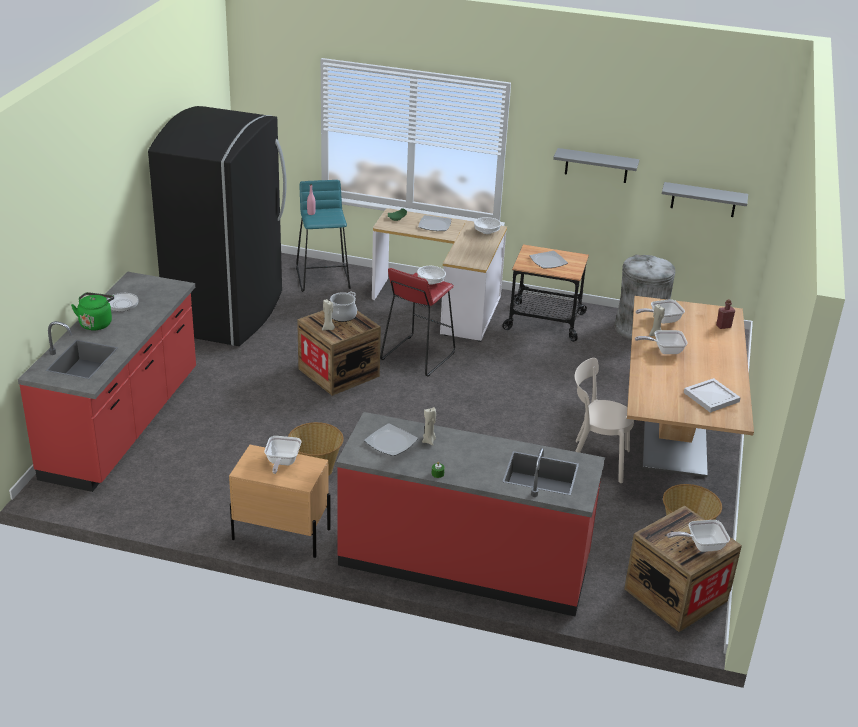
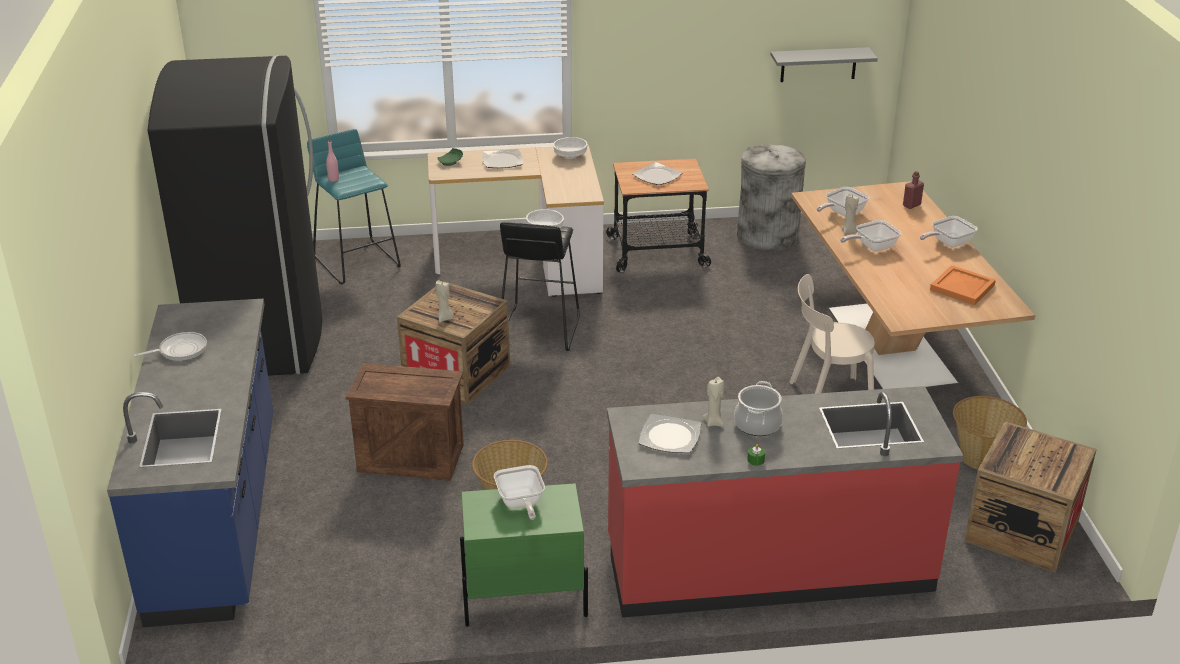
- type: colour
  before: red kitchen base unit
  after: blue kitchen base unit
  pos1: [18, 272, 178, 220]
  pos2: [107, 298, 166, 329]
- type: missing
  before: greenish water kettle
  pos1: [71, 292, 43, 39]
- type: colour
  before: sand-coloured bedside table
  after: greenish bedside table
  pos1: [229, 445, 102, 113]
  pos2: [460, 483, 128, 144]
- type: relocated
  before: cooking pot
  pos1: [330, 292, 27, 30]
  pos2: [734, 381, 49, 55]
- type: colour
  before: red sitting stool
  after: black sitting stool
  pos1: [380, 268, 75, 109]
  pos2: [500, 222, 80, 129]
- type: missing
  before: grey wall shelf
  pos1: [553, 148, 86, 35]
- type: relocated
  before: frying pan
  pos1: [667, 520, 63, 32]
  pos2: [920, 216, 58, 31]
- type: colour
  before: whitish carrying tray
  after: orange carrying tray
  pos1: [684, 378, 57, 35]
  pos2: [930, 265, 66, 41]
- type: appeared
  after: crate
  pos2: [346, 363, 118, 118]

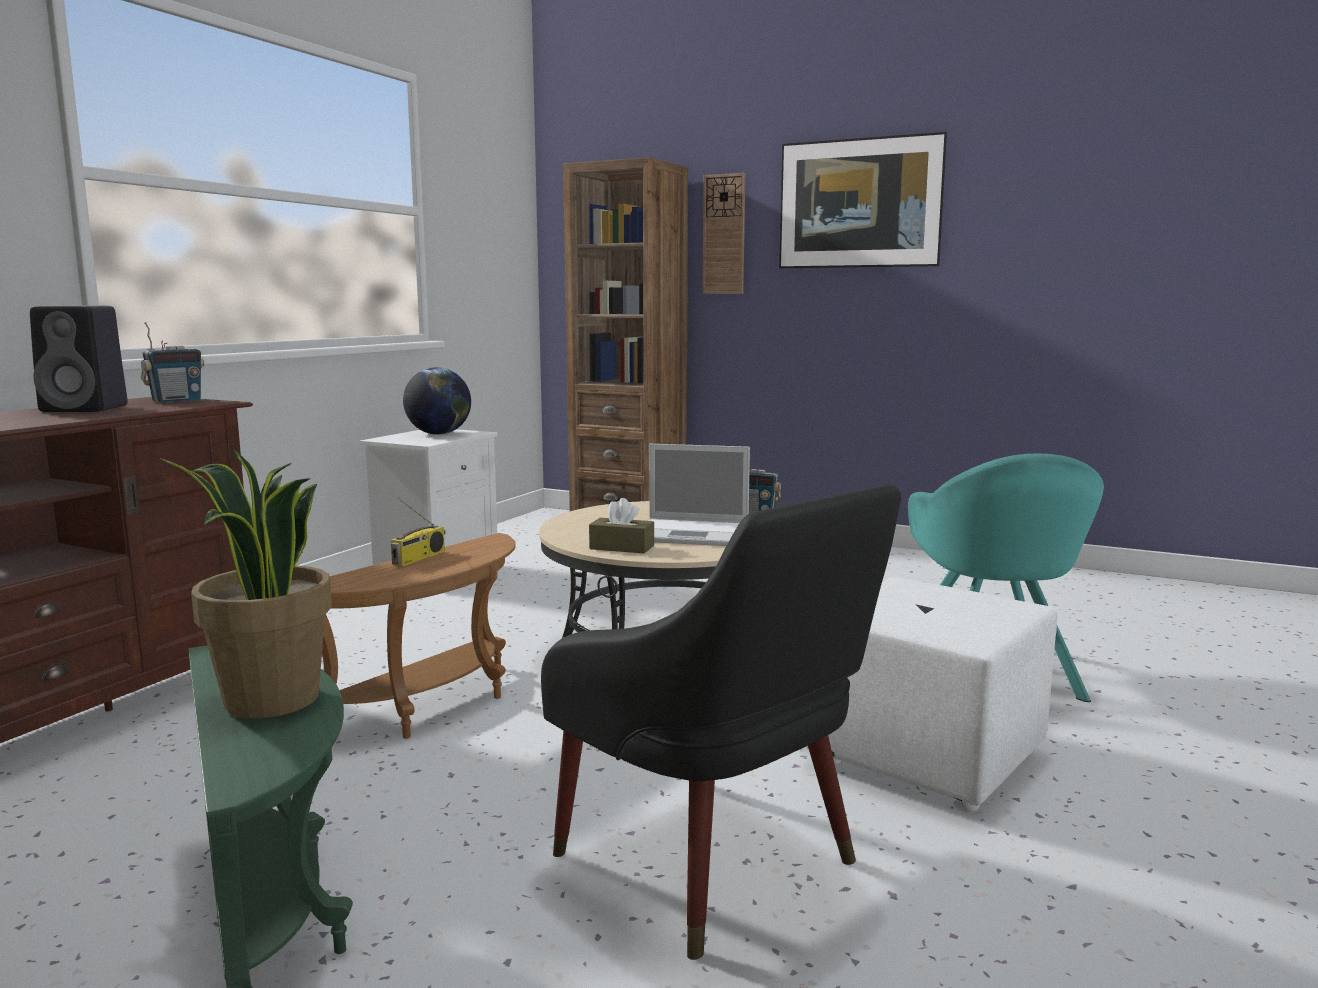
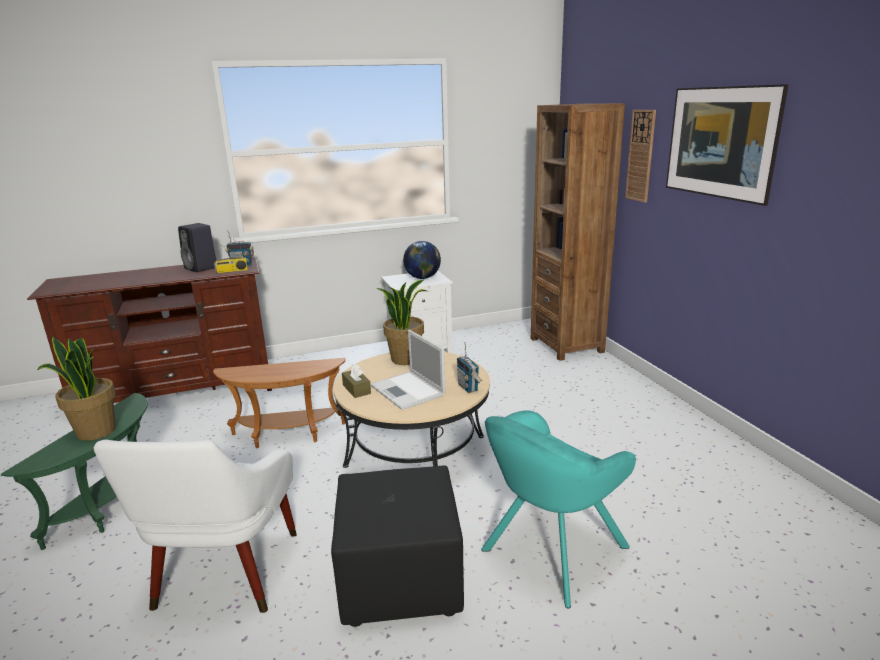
- type: relocated
  before: radio set
  pos1: [391, 498, 54, 69]
  pos2: [214, 247, 34, 26]
- type: colour
  before: black easy chair
  after: whitish easy chair
  pos1: [541, 484, 360, 476]
  pos2: [94, 439, 203, 174]
- type: colour
  before: whitish footrest
  after: black footrest
  pos1: [806, 577, 252, 235]
  pos2: [331, 466, 133, 161]
- type: appeared
  after: potted plant
  pos2: [377, 279, 50, 86]

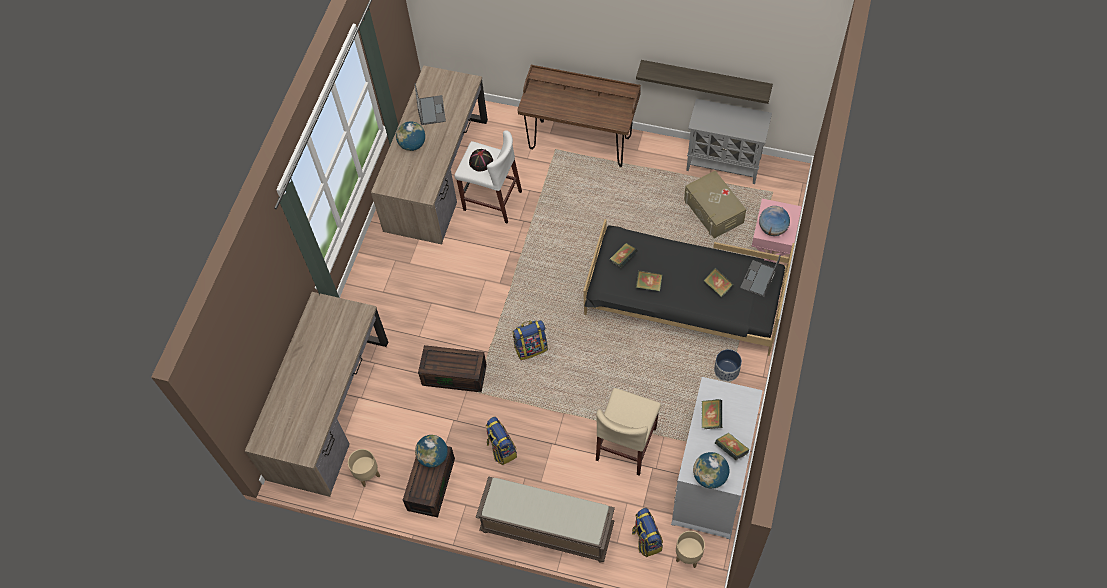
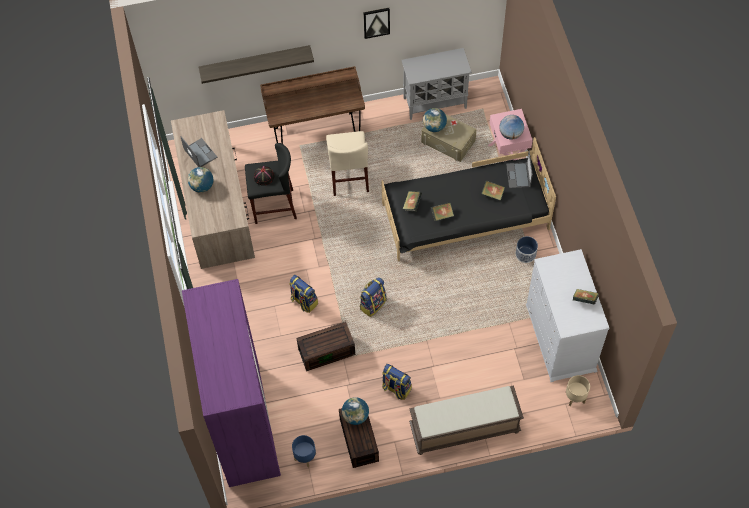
- type: exchanged
  before: brown-coloured desk table
  after: purple armoire
  pos1: [245, 292, 143, 205]
  pos2: [182, 279, 99, 208]
- type: colour
  before: sand-coloured plant pot
  after: blue plant pot
  pos1: [348, 449, 32, 38]
  pos2: [292, 435, 24, 32]
- type: colour
  before: whitish sitting stool
  after: black sitting stool
  pos1: [454, 130, 68, 93]
  pos2: [245, 143, 52, 81]
- type: relocated
  before: sand-coloured upright chair
  pos1: [596, 388, 65, 88]
  pos2: [326, 131, 43, 65]
- type: relocated
  before: rucksack
  pos1: [632, 508, 31, 49]
  pos2: [289, 275, 29, 38]
- type: relocated
  before: wall shelf
  pos1: [636, 60, 137, 44]
  pos2: [199, 45, 115, 39]
- type: relocated
  before: globe
  pos1: [693, 452, 36, 37]
  pos2: [423, 108, 24, 24]
- type: missing
  before: book
  pos1: [702, 399, 20, 30]
- type: appeared
  after: picture
  pos2: [363, 8, 27, 31]

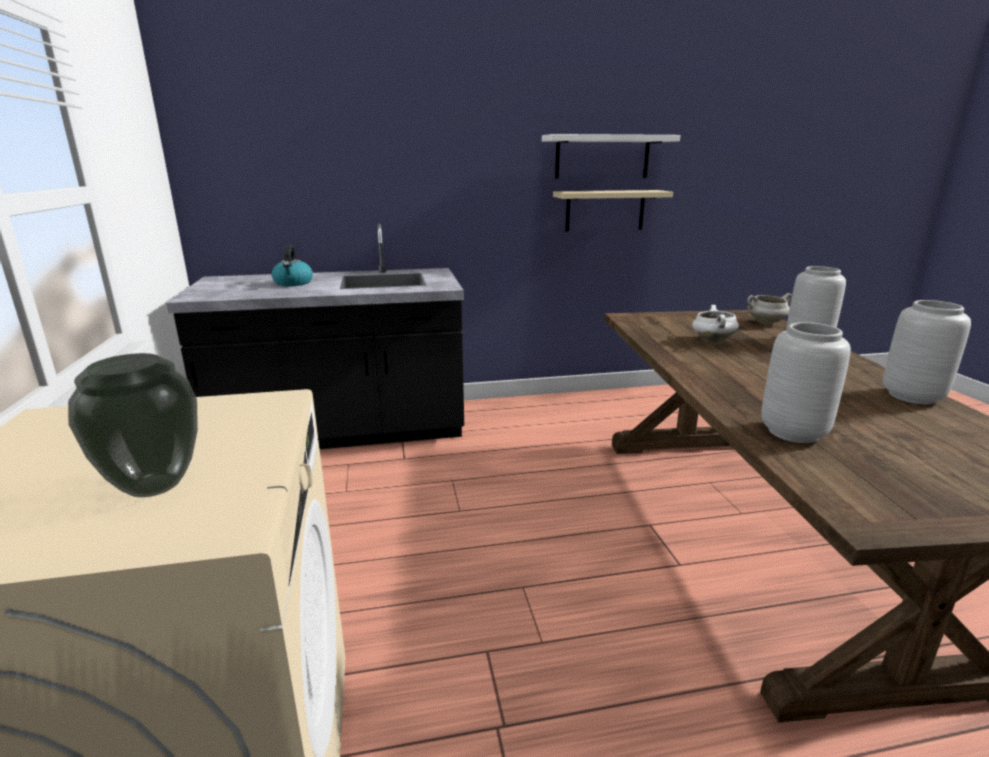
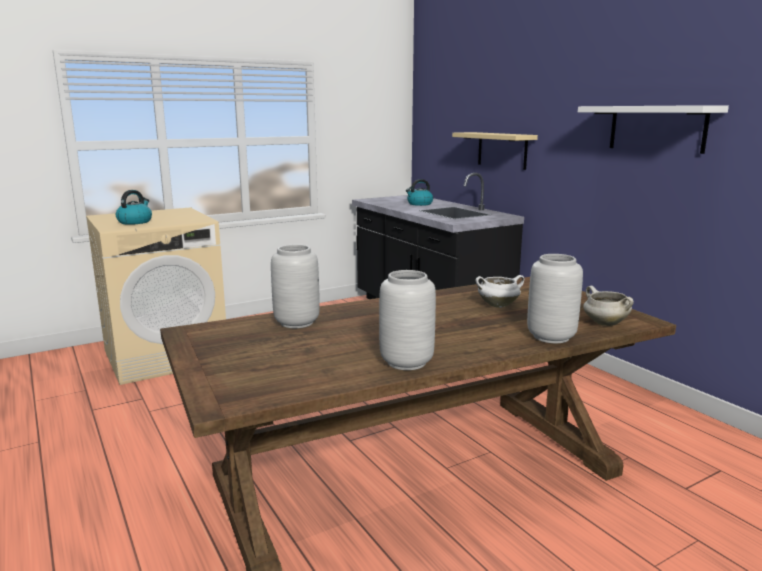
- type: exchanged
  before: vase
  after: water kettle
  pos1: [68, 353, 130, 144]
  pos2: [116, 190, 36, 35]
- type: relocated
  before: sand-coloured wall shelf
  pos1: [553, 190, 120, 41]
  pos2: [452, 132, 86, 38]

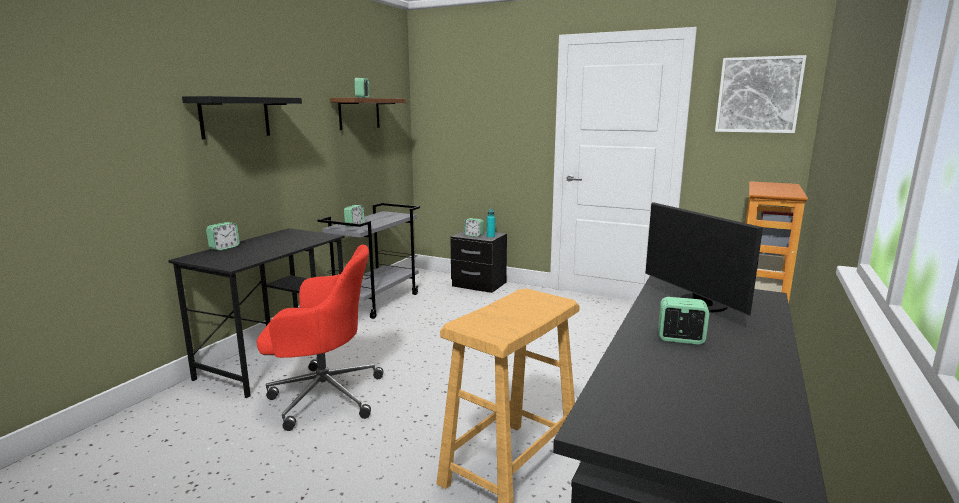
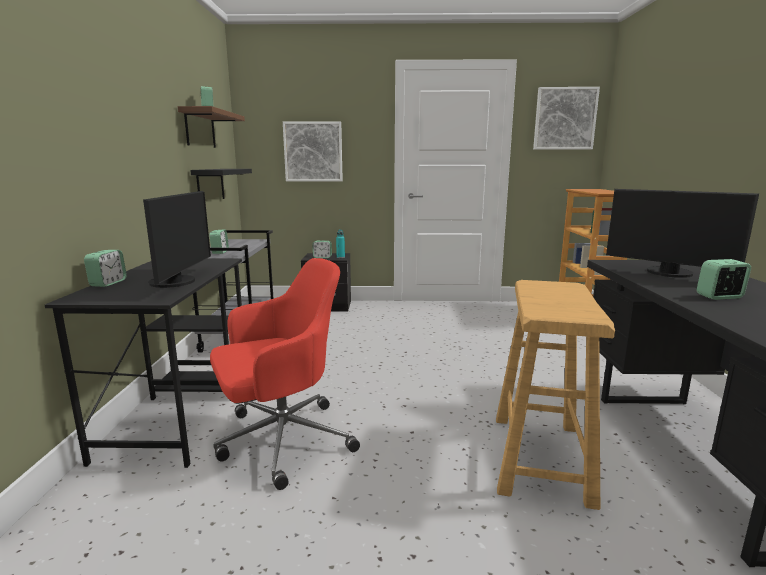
- type: relocated
  before: black wall shelf
  pos1: [182, 96, 120, 44]
  pos2: [190, 169, 62, 30]
- type: appeared
  after: monitor
  pos2: [143, 191, 68, 97]
- type: appeared
  after: picture
  pos2: [283, 122, 60, 59]

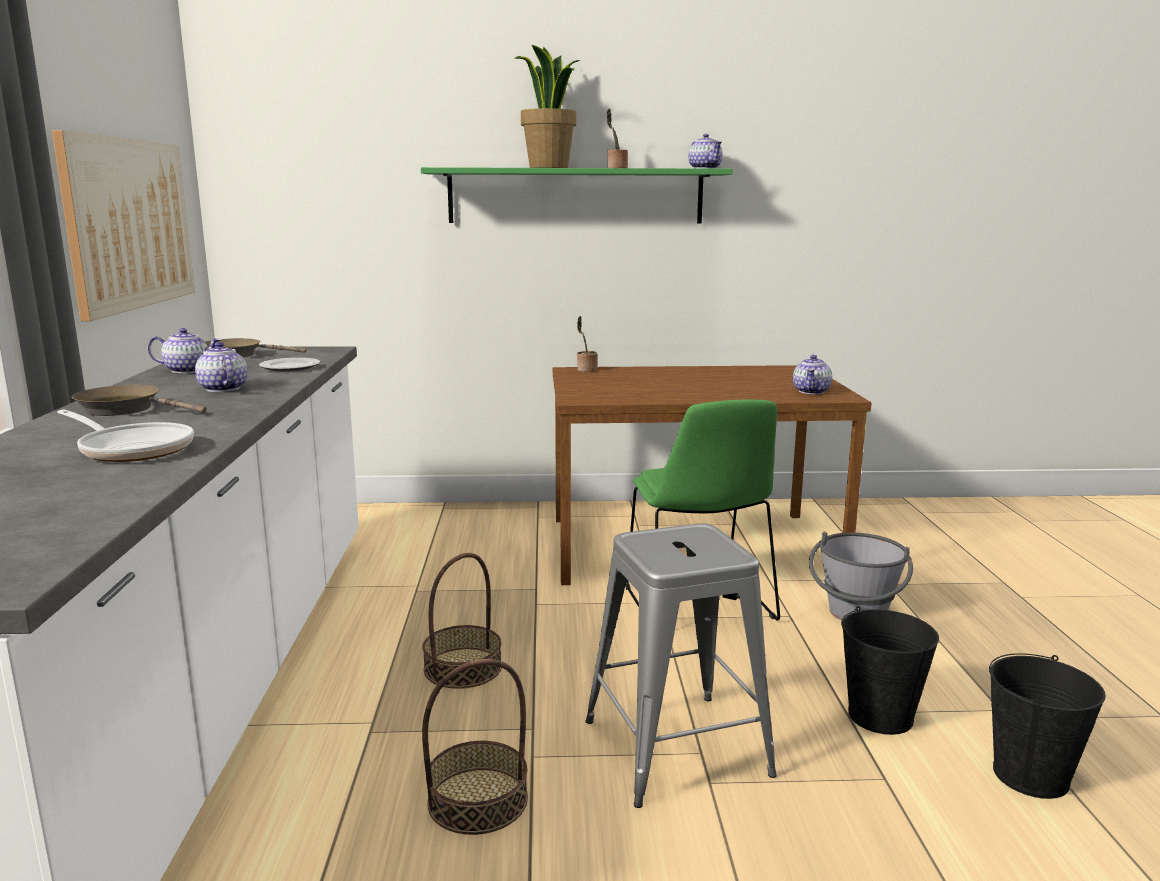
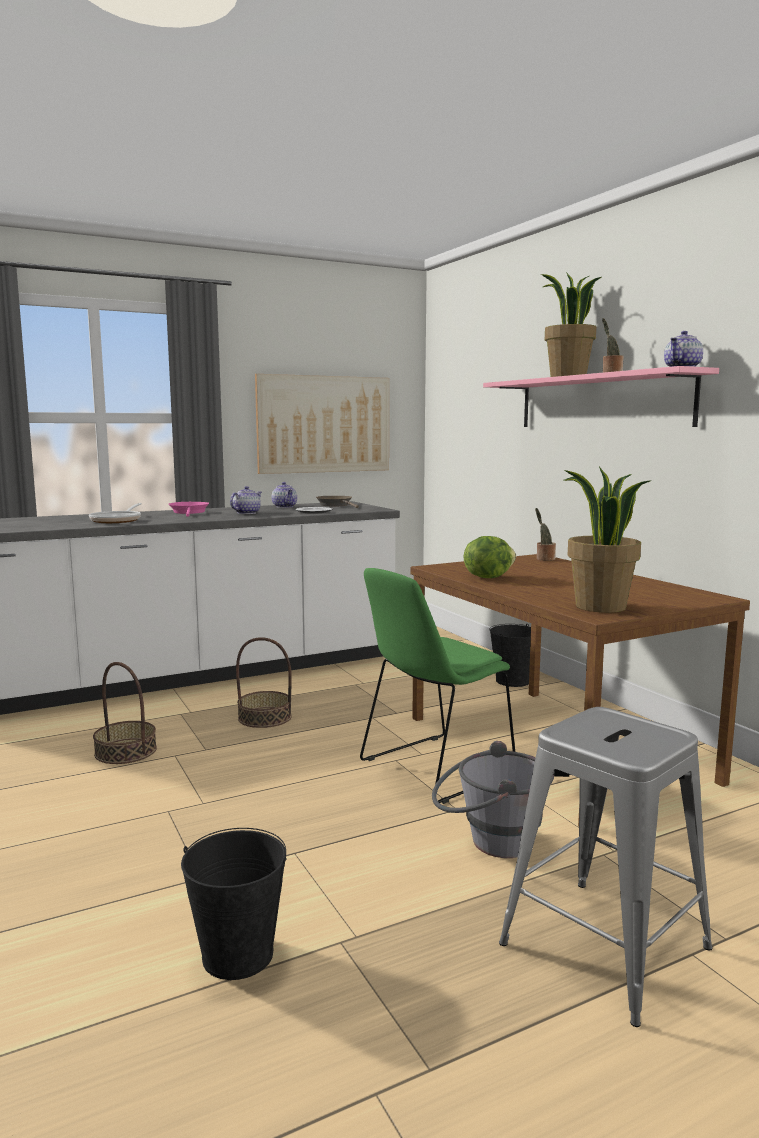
- type: colour
  before: brown-coloured frying pan
  after: pink-coloured frying pan
  pos1: [72, 385, 135, 31]
  pos2: [168, 502, 41, 15]
- type: colour
  before: greenish wall shelf
  after: pink-coloured wall shelf
  pos1: [421, 167, 312, 56]
  pos2: [483, 366, 236, 61]
- type: relocated
  before: grey sitting stool
  pos1: [585, 524, 192, 284]
  pos2: [499, 707, 213, 320]
- type: exchanged
  before: tea pot
  after: potted plant
  pos1: [793, 355, 39, 39]
  pos2: [564, 467, 88, 146]
- type: relocated
  before: black bucket
  pos1: [841, 606, 98, 129]
  pos2: [489, 624, 42, 63]
- type: appeared
  after: head of lettuce
  pos2: [464, 536, 52, 42]

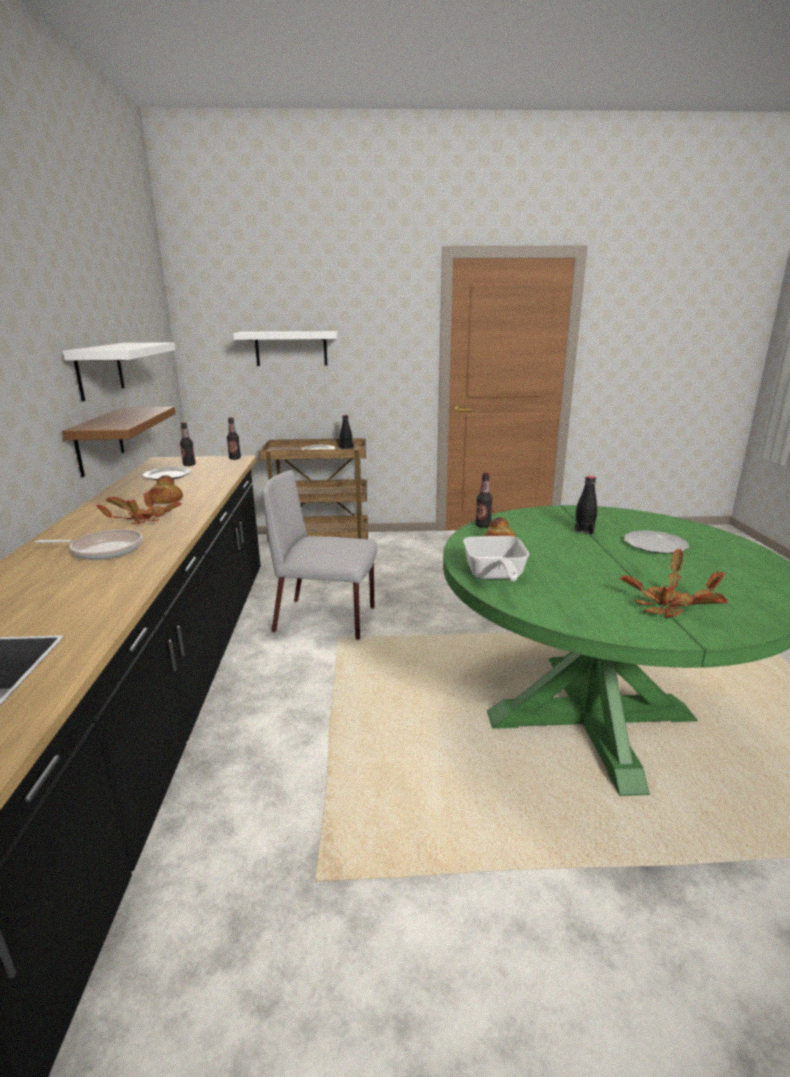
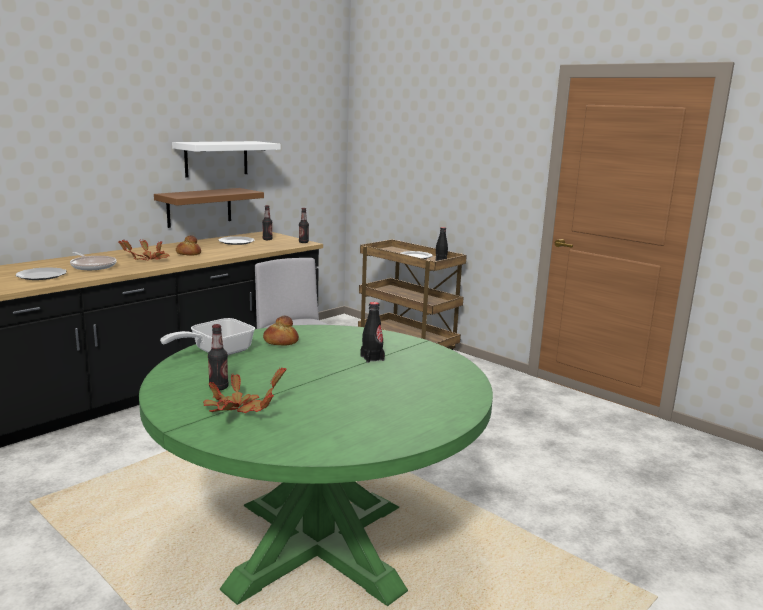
- type: missing
  before: whitish wall shelf
  pos1: [233, 331, 105, 35]
- type: relocated
  before: drink bottle
  pos1: [475, 473, 18, 55]
  pos2: [208, 324, 21, 66]
- type: relocated
  before: plate
  pos1: [624, 530, 65, 24]
  pos2: [15, 267, 52, 13]

